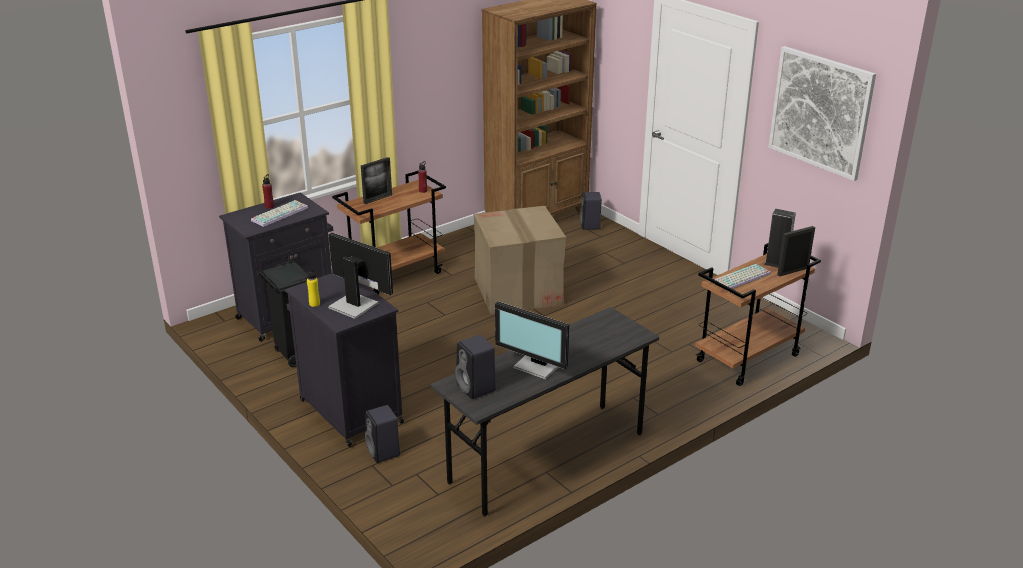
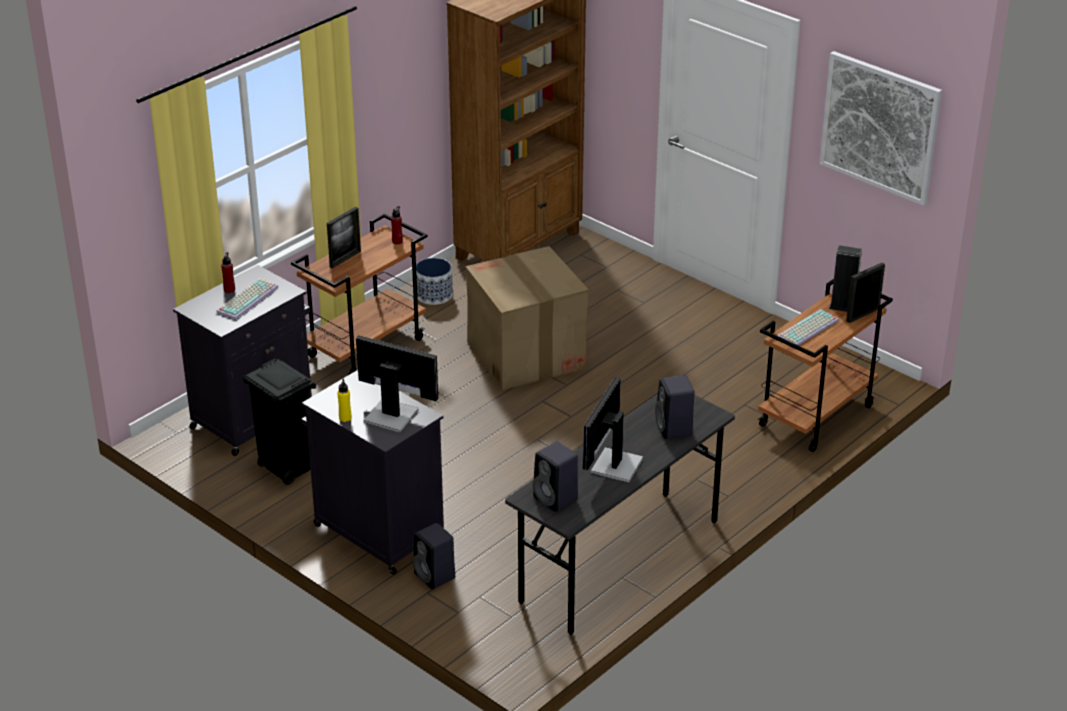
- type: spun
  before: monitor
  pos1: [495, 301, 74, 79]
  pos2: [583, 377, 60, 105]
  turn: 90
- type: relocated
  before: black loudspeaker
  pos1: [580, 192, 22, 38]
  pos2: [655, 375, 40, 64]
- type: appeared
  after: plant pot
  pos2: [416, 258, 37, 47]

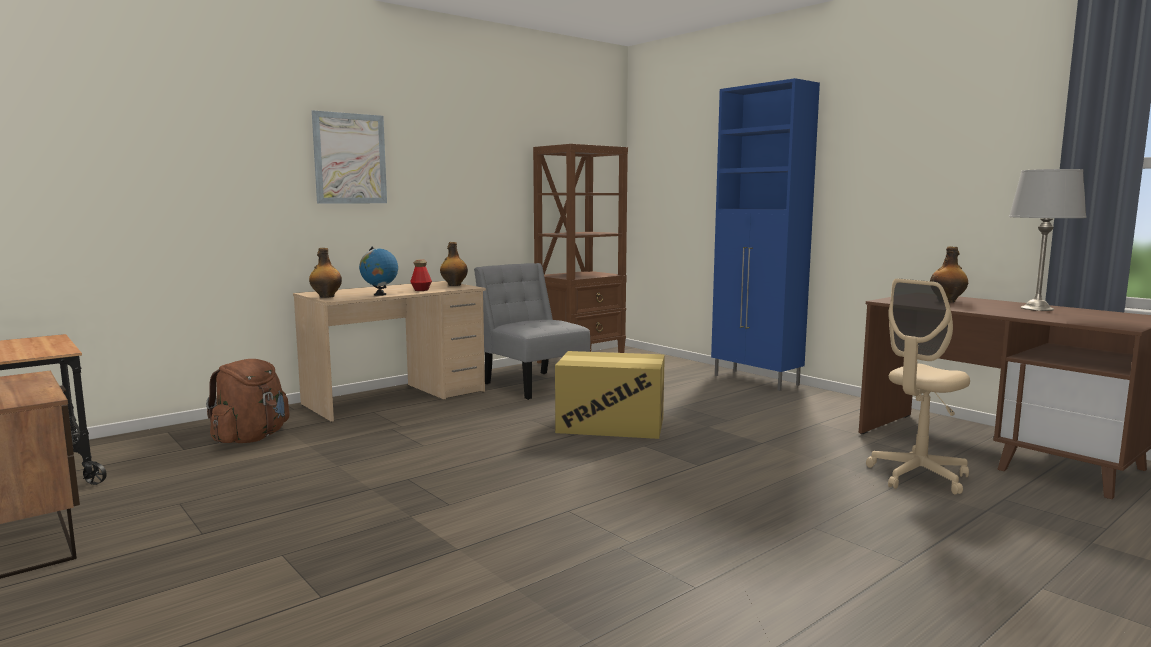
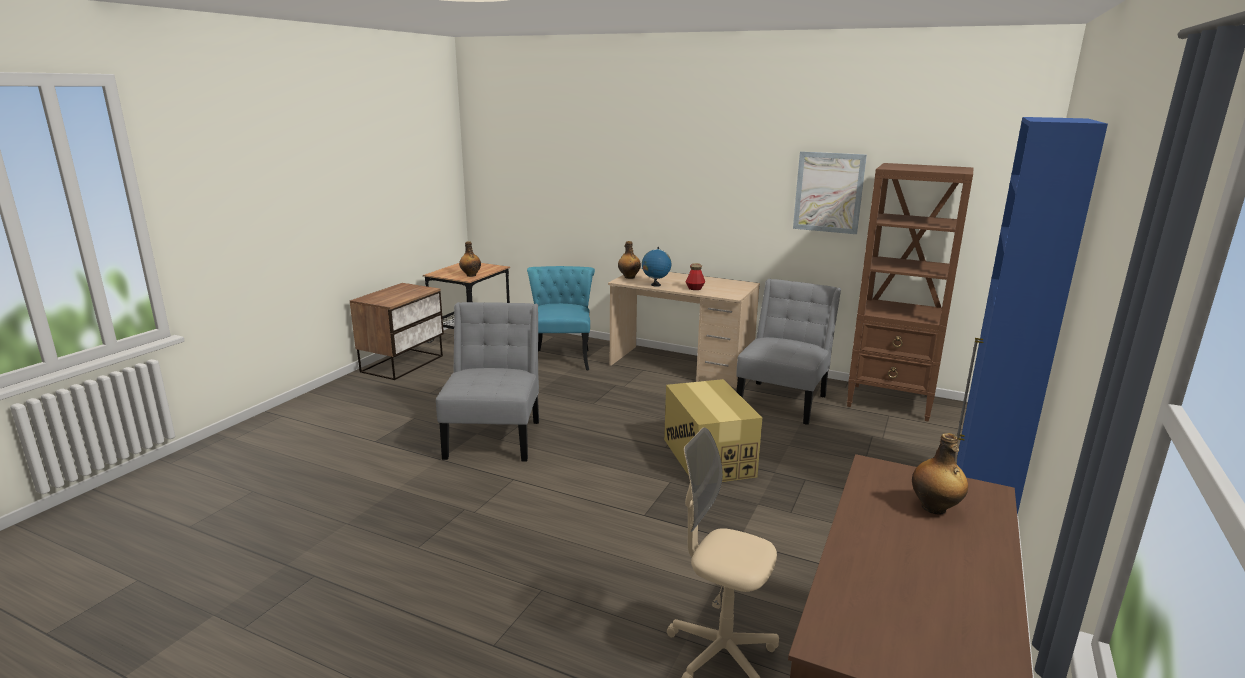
- type: exchanged
  before: brown-coloured rucksack
  after: turquoise-coloured upright chair
  pos1: [206, 359, 83, 84]
  pos2: [527, 266, 68, 104]
- type: relocated
  before: picture
  pos1: [312, 110, 75, 94]
  pos2: [793, 151, 74, 83]
- type: relocated
  before: drink bottle
  pos1: [440, 242, 28, 44]
  pos2: [459, 241, 22, 36]
- type: missing
  before: grey tabletop lamp
  pos1: [1009, 169, 78, 142]
- type: appeared
  after: grey upright chair
  pos2: [436, 302, 103, 159]

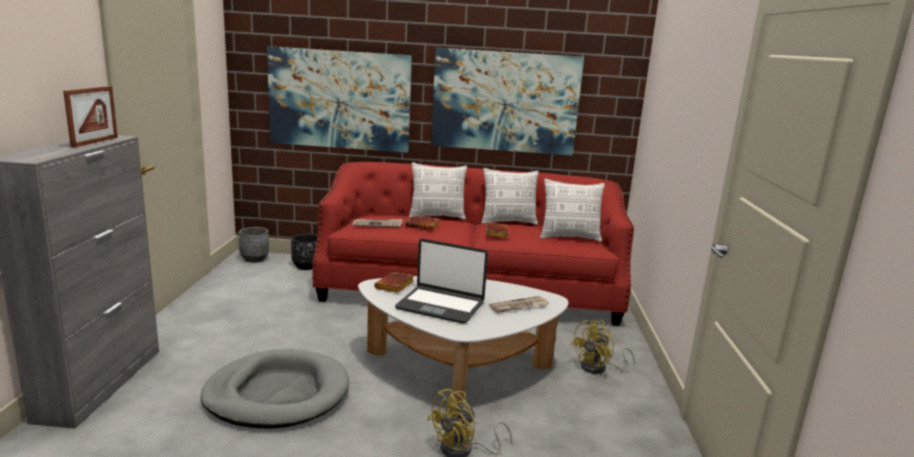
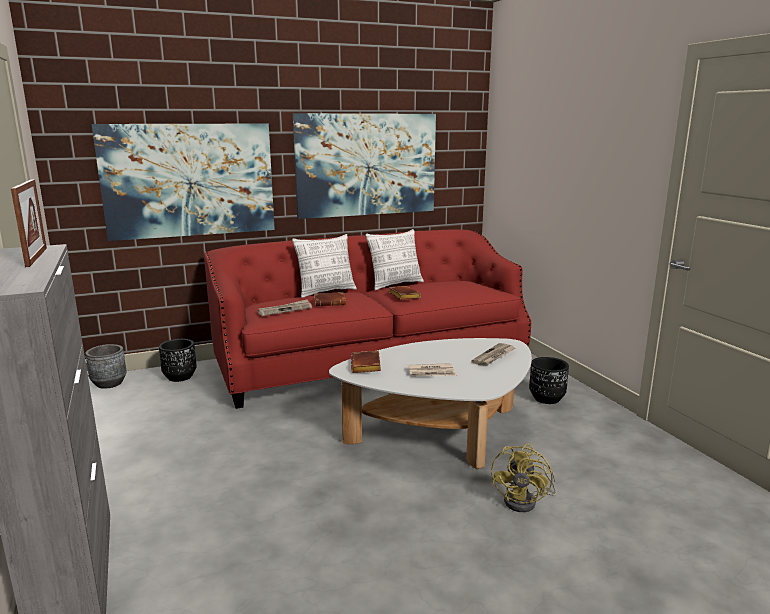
- type: missing
  before: grey pet bed
  pos1: [201, 349, 148, 80]
- type: exchanged
  before: notebook computer
  after: daily paper
  pos1: [395, 239, 93, 85]
  pos2: [408, 363, 49, 14]
- type: missing
  before: cushion
  pos1: [540, 178, 65, 64]
- type: exchanged
  before: yellow fan
  after: black plant pot
  pos1: [571, 320, 64, 54]
  pos2: [529, 357, 40, 47]

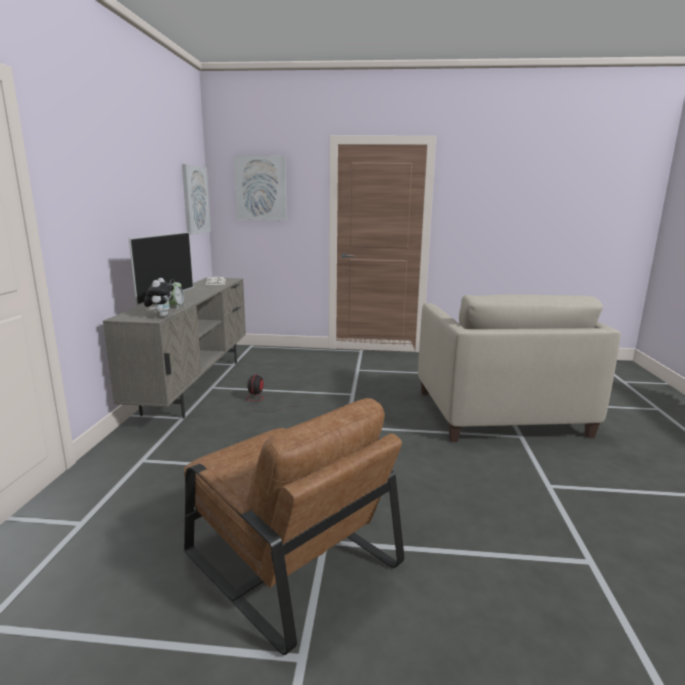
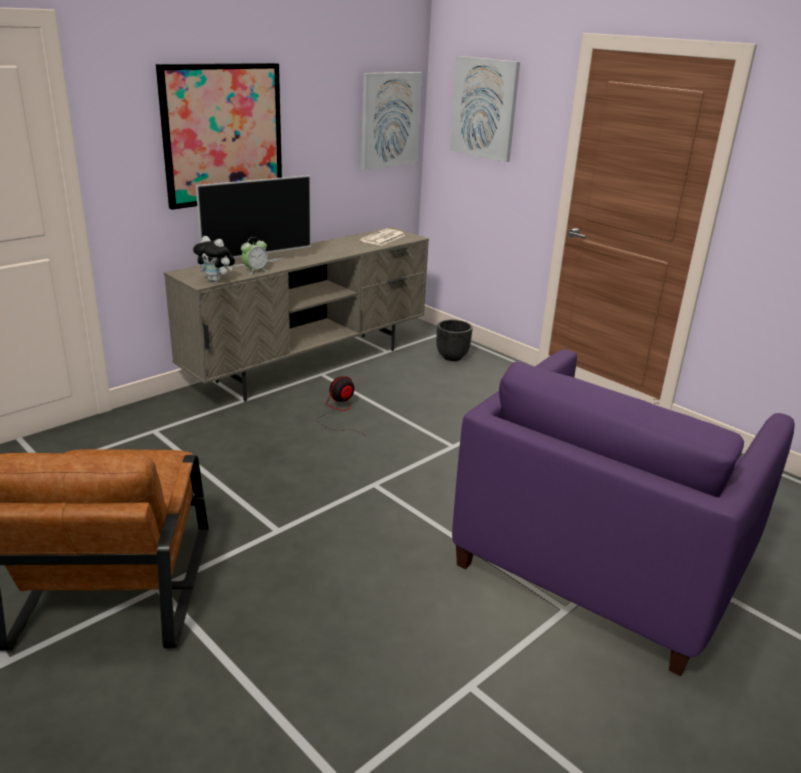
- type: spun
  before: soft toy
  pos1: [144, 278, 30, 39]
  pos2: [193, 236, 42, 46]
  turn: 75
- type: colour
  before: sand-coloured easy chair
  after: purple easy chair
  pos1: [418, 294, 203, 148]
  pos2: [452, 349, 343, 327]
- type: appeared
  after: picture
  pos2: [156, 63, 126, 147]
- type: appeared
  after: black plant pot
  pos2: [436, 320, 36, 41]

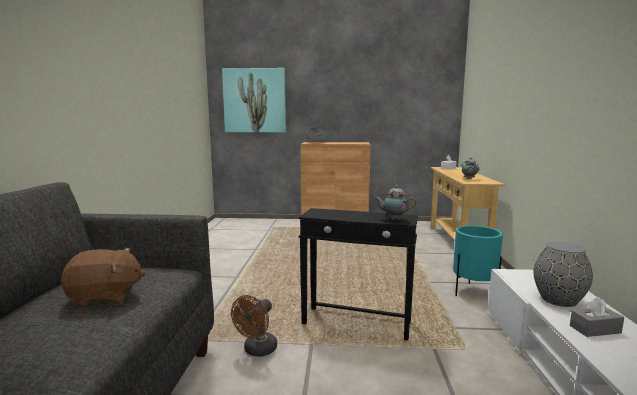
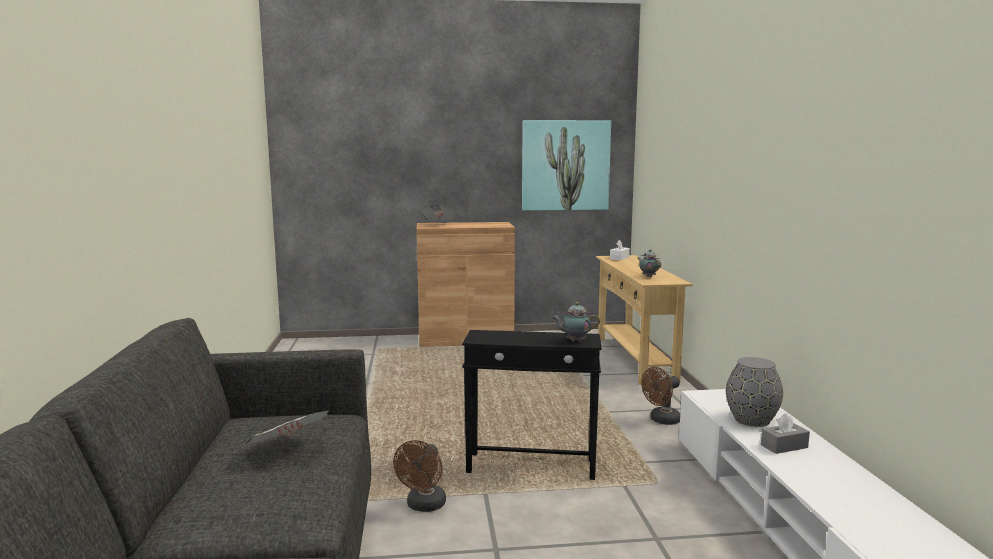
- type: exchanged
  before: brown-coloured soft toy
  after: daily paper
  pos1: [61, 248, 84, 60]
  pos2: [244, 411, 85, 34]
- type: relocated
  before: picture
  pos1: [222, 68, 64, 64]
  pos2: [522, 120, 89, 91]
- type: exchanged
  before: turquoise-coloured plant pot
  after: brown-coloured fan
  pos1: [453, 226, 50, 70]
  pos2: [641, 367, 39, 58]

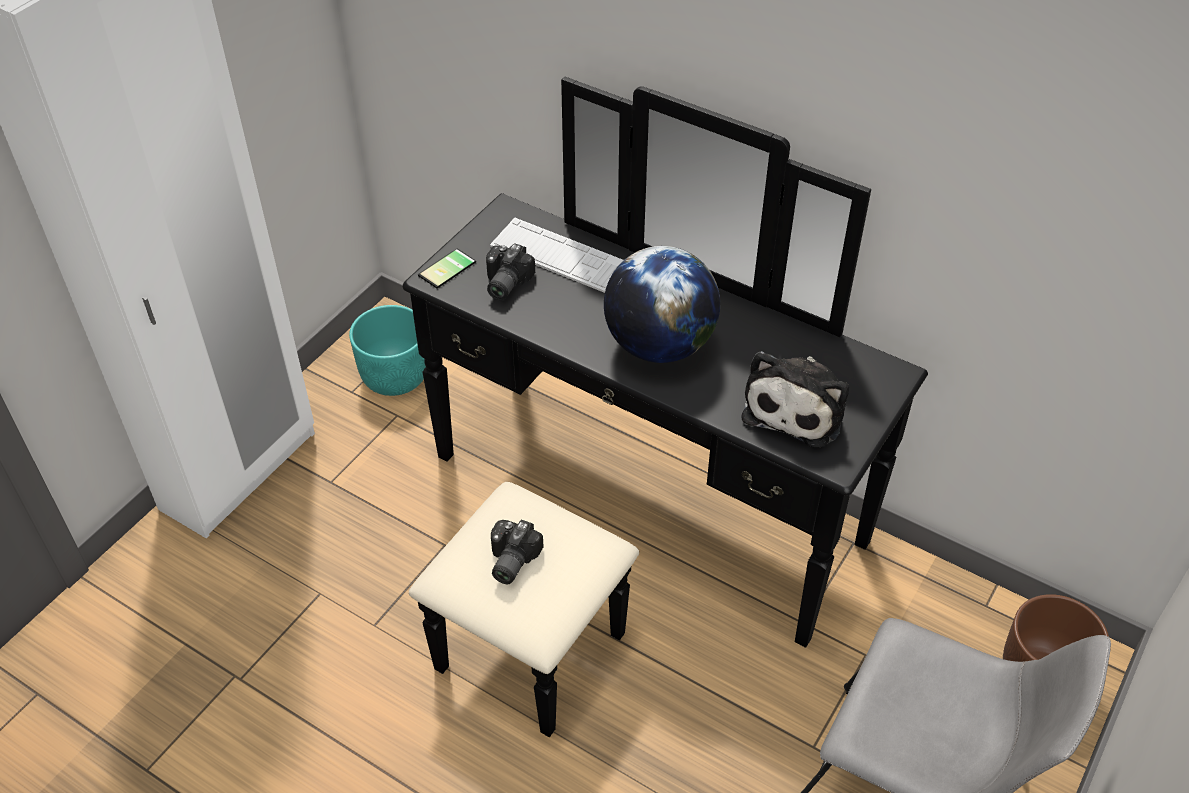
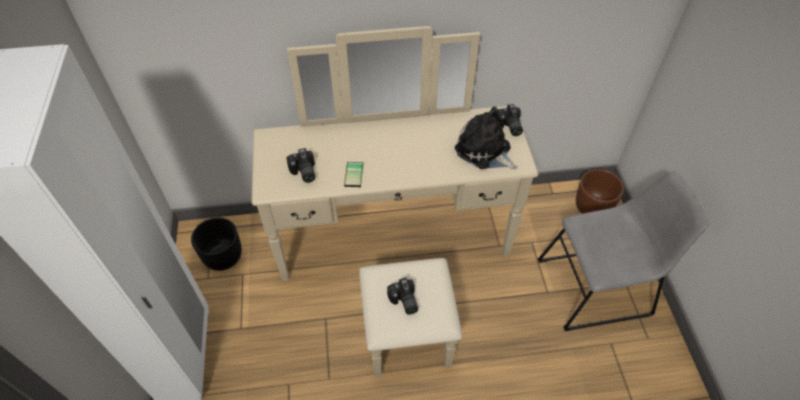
- type: colour
  before: turquoise-coloured plant pot
  after: black plant pot
  pos1: [349, 305, 77, 91]
  pos2: [191, 217, 51, 54]
- type: colour
  before: black drawer chest
  after: sand-coloured drawer chest
  pos1: [403, 77, 525, 660]
  pos2: [252, 26, 287, 351]
- type: relocated
  before: telephone
  pos1: [418, 249, 58, 40]
  pos2: [344, 162, 19, 25]
- type: missing
  before: PC keyboard
  pos1: [490, 218, 133, 75]
- type: missing
  before: globe
  pos1: [604, 246, 116, 117]
- type: spun
  before: soft toy
  pos1: [742, 351, 107, 96]
  pos2: [455, 106, 63, 63]
  turn: 150
- type: appeared
  after: photo camera
  pos2: [495, 104, 28, 32]

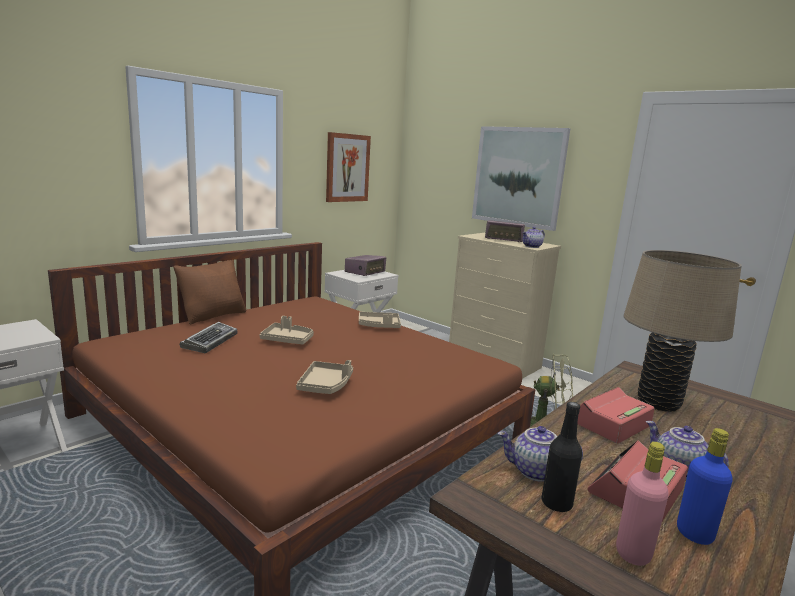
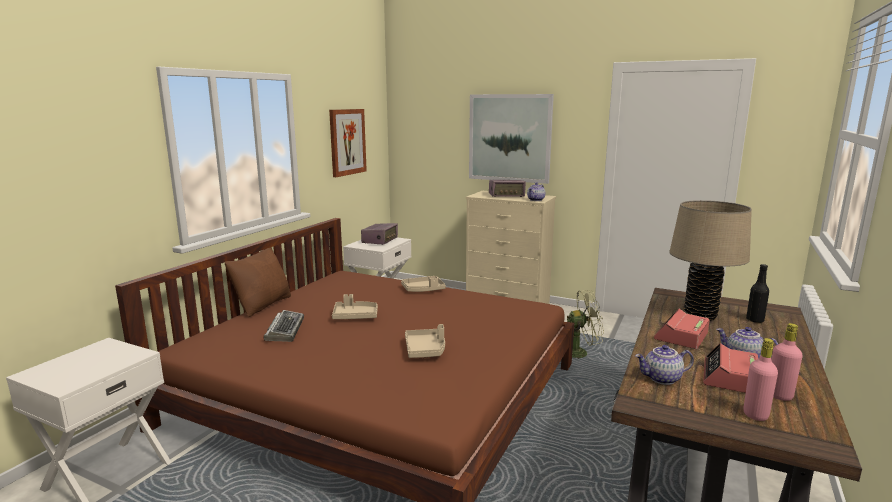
- type: relocated
  before: black drink bottle
  pos1: [542, 402, 40, 110]
  pos2: [746, 264, 23, 59]
- type: colour
  before: blue drink bottle
  after: pink-coloured drink bottle
  pos1: [677, 428, 56, 117]
  pos2: [771, 323, 32, 78]

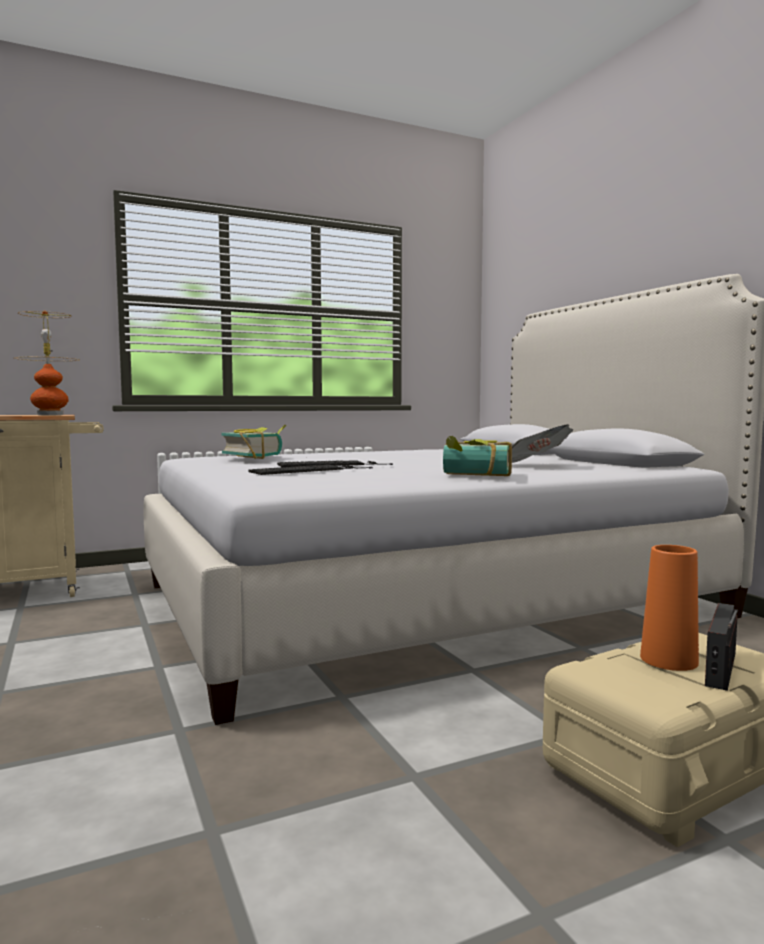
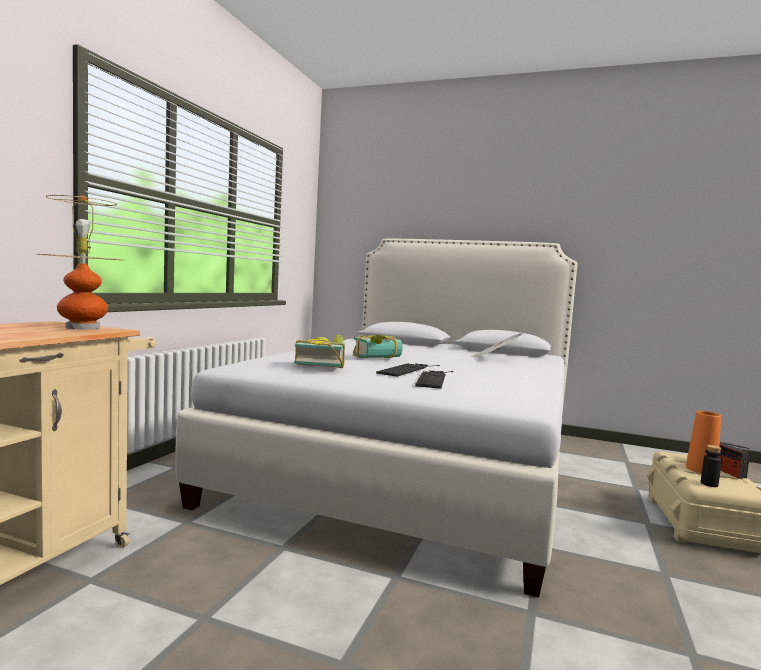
- type: relocated
  before: book
  pos1: [443, 436, 69, 40]
  pos2: [353, 335, 50, 23]
- type: appeared
  after: black drink bottle
  pos2: [701, 445, 21, 42]

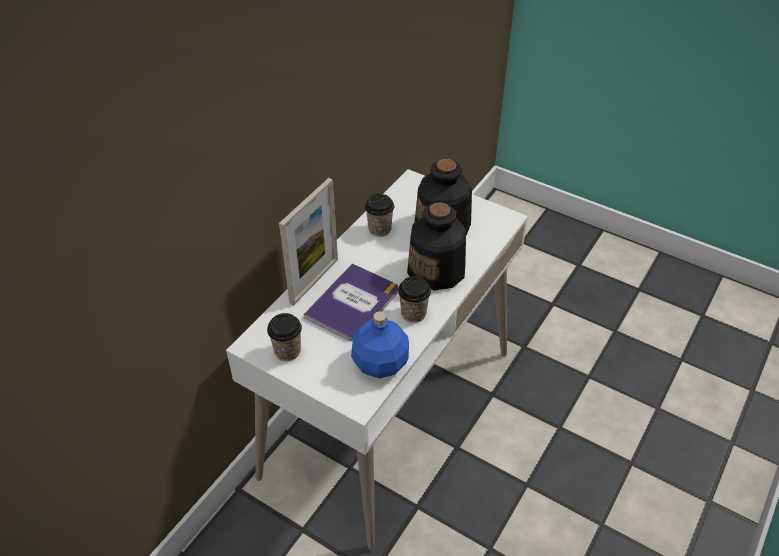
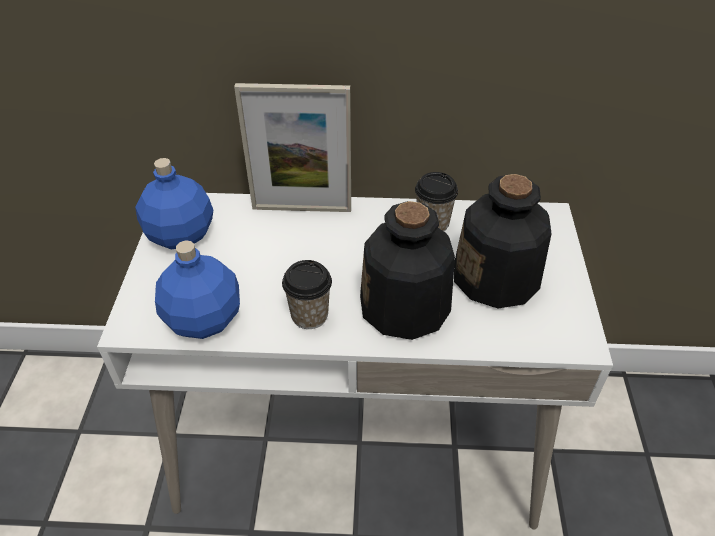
- type: exchanged
  before: cup
  after: blue drink bottle
  pos1: [267, 313, 35, 48]
  pos2: [135, 158, 78, 91]
- type: missing
  before: book
  pos1: [303, 263, 95, 78]

